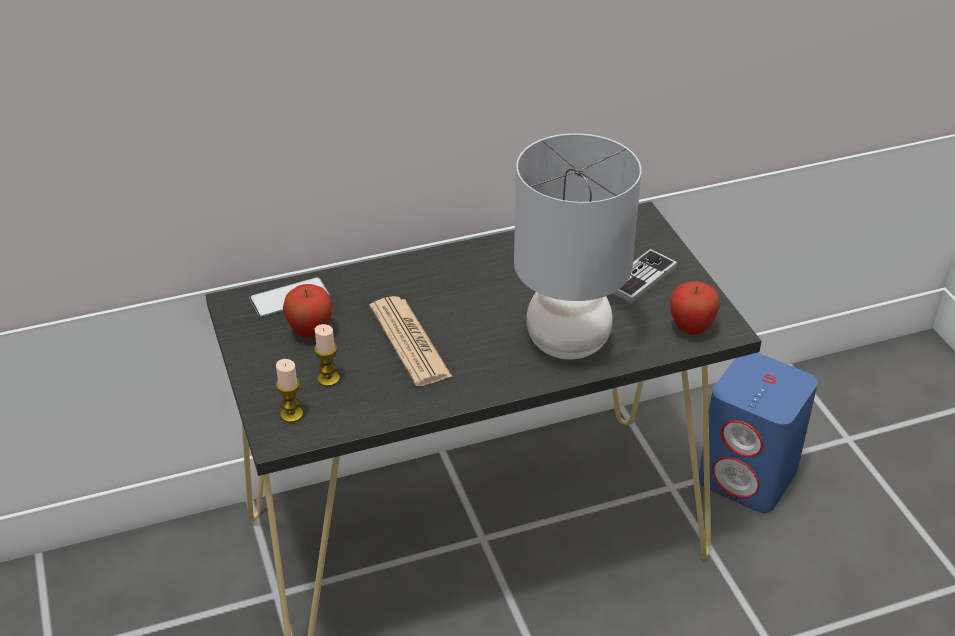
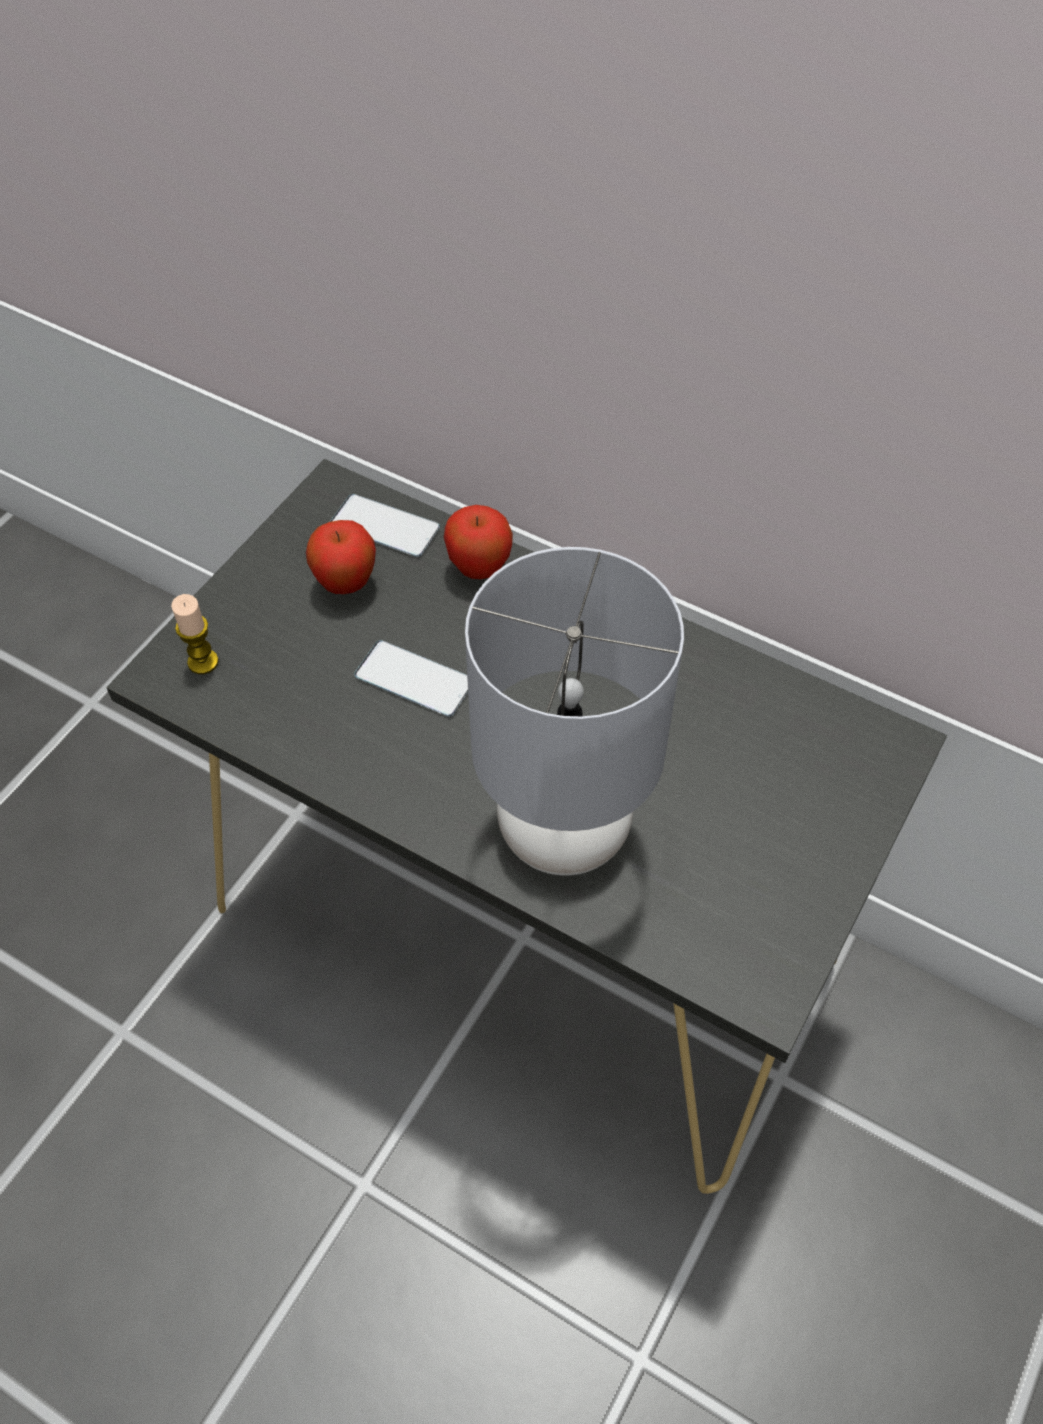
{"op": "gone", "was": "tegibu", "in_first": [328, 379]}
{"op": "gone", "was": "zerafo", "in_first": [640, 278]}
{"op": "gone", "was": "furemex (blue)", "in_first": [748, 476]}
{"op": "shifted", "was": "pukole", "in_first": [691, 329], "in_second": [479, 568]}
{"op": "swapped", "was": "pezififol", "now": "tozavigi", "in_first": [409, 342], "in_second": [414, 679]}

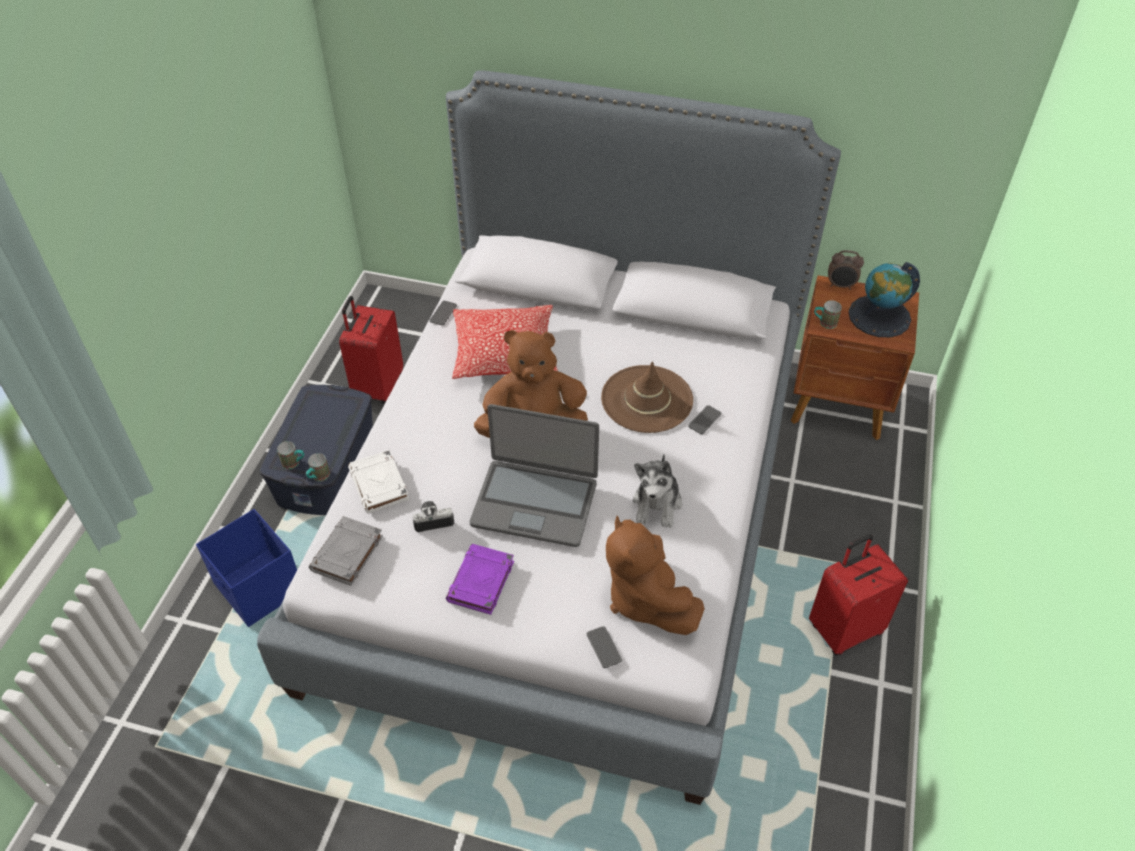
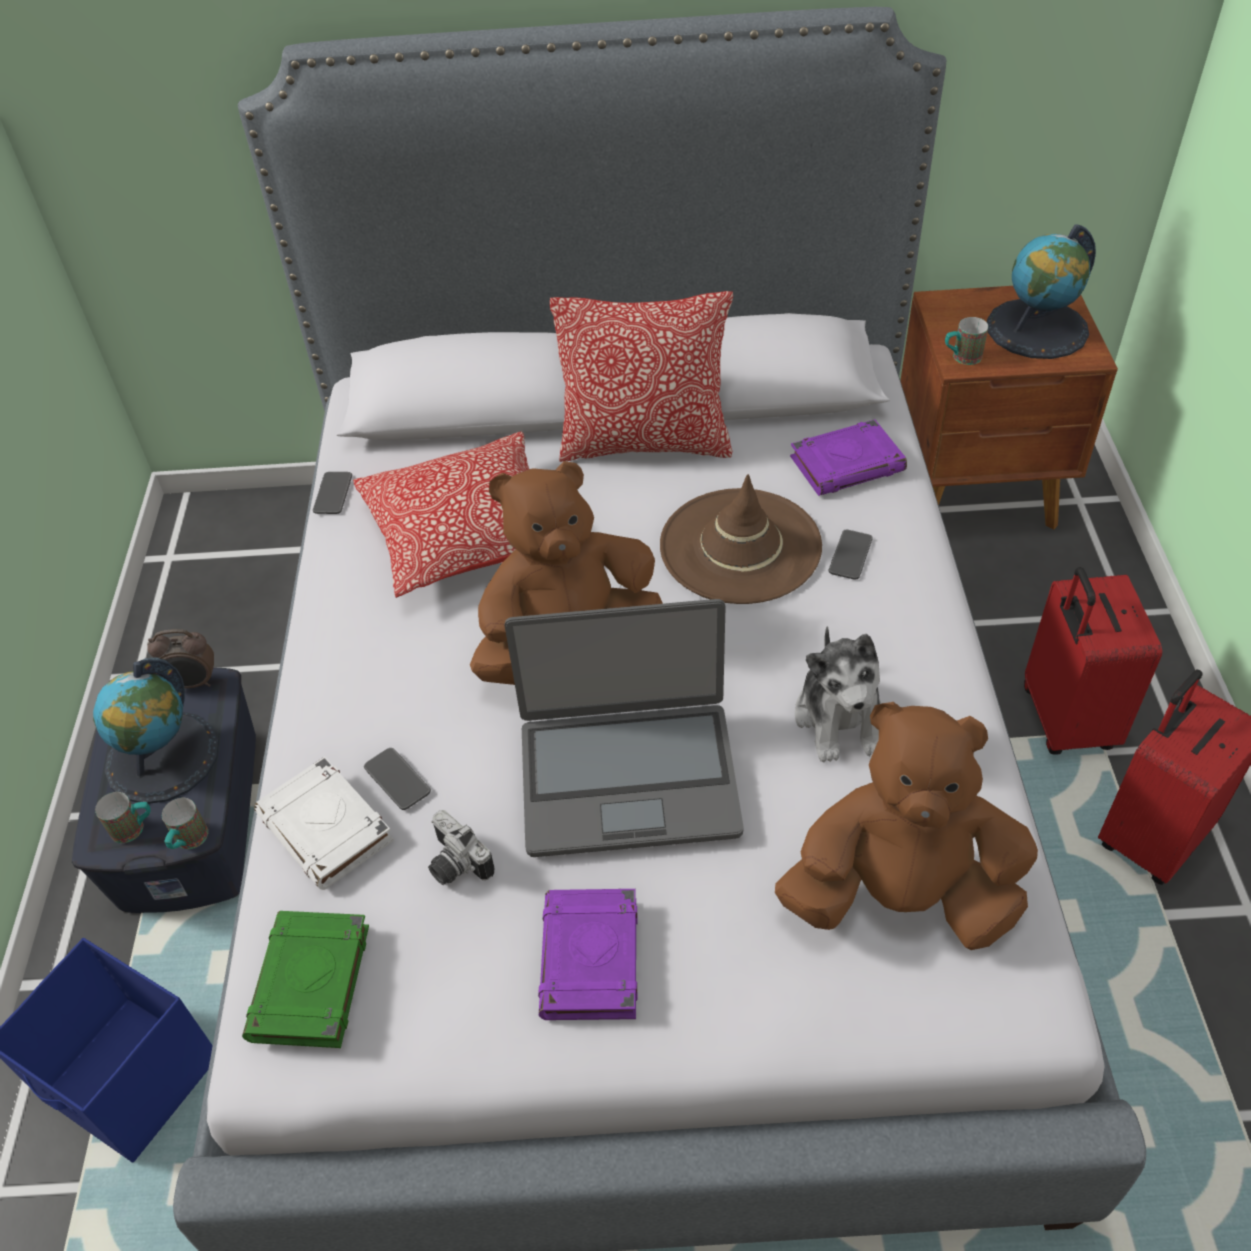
{"op": "new", "now": "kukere", "in_second": [163, 757]}
{"op": "new", "now": "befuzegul", "in_second": [645, 443]}
{"op": "new", "now": "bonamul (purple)", "in_second": [847, 464]}
{"op": "shifted", "was": "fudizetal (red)", "in_first": [377, 386], "in_second": [1064, 720]}
{"op": "shifted", "was": "tozavigi", "in_first": [604, 647], "in_second": [397, 779]}
{"op": "shifted", "was": "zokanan", "in_first": [841, 286], "in_second": [193, 683]}
{"op": "repainted", "was": "bonamul (grey)", "now": "bonamul (green)", "in_first": [347, 554], "in_second": [310, 984]}
{"op": "rotated", "was": "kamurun", "in_first": [433, 519], "in_second": [454, 865], "clockwise": -105}
{"op": "rotated", "was": "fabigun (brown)", "in_first": [645, 598], "in_second": [900, 895], "clockwise": 135}

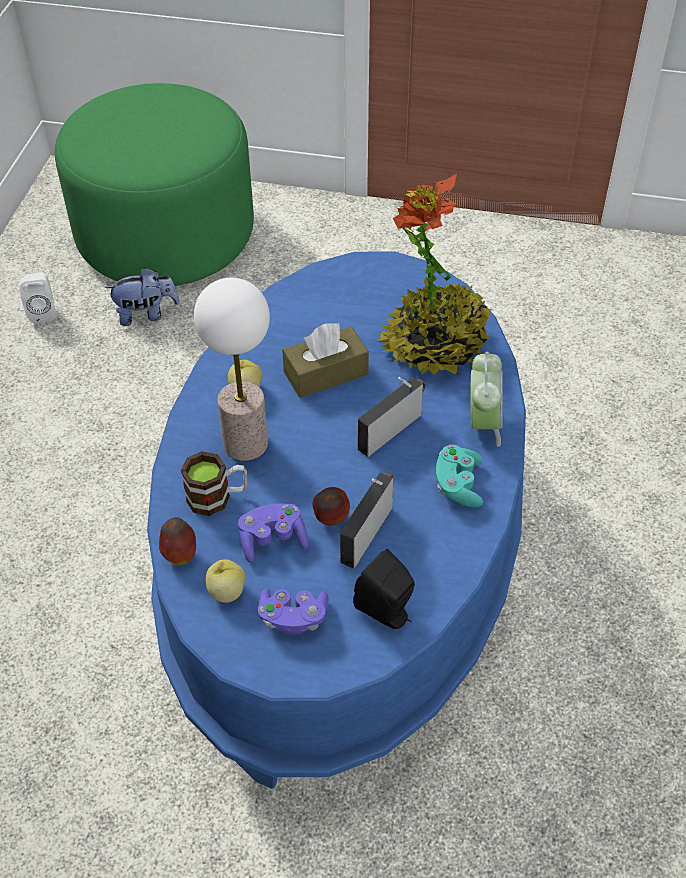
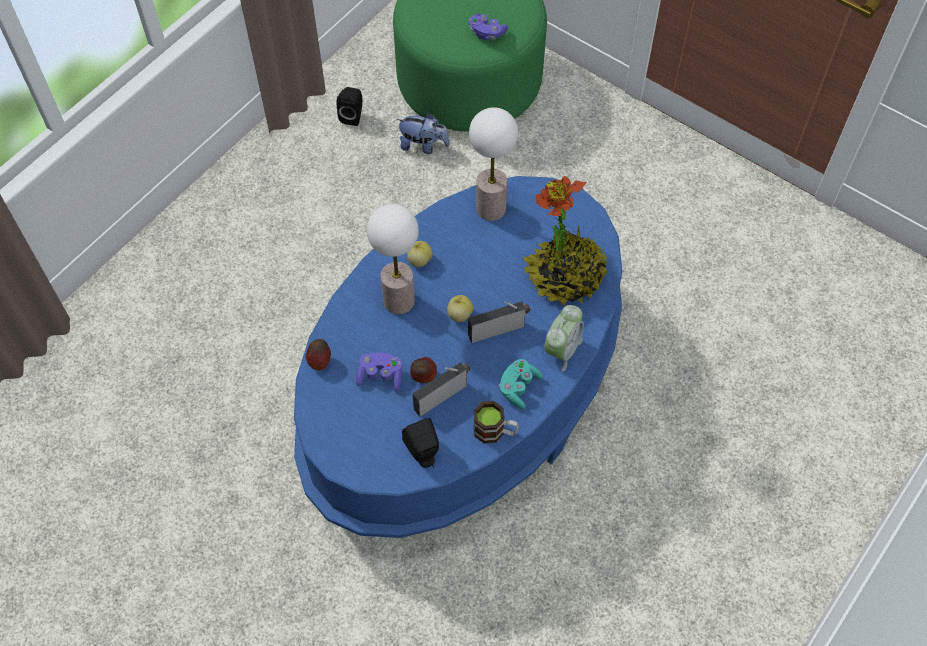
{"op": "gone", "was": "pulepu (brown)", "in_first": [326, 373]}
{"op": "new", "now": "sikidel", "in_second": [491, 208]}
{"op": "shifted", "was": "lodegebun", "in_first": [217, 497], "in_second": [495, 431]}
{"op": "shifted", "was": "pukole", "in_first": [226, 591], "in_second": [459, 315]}
{"op": "shifted", "was": "zerafo (purple)", "in_first": [293, 618], "in_second": [486, 33]}
{"op": "repainted", "was": "furemex (white)", "now": "furemex (black)", "in_first": [43, 311], "in_second": [352, 116]}

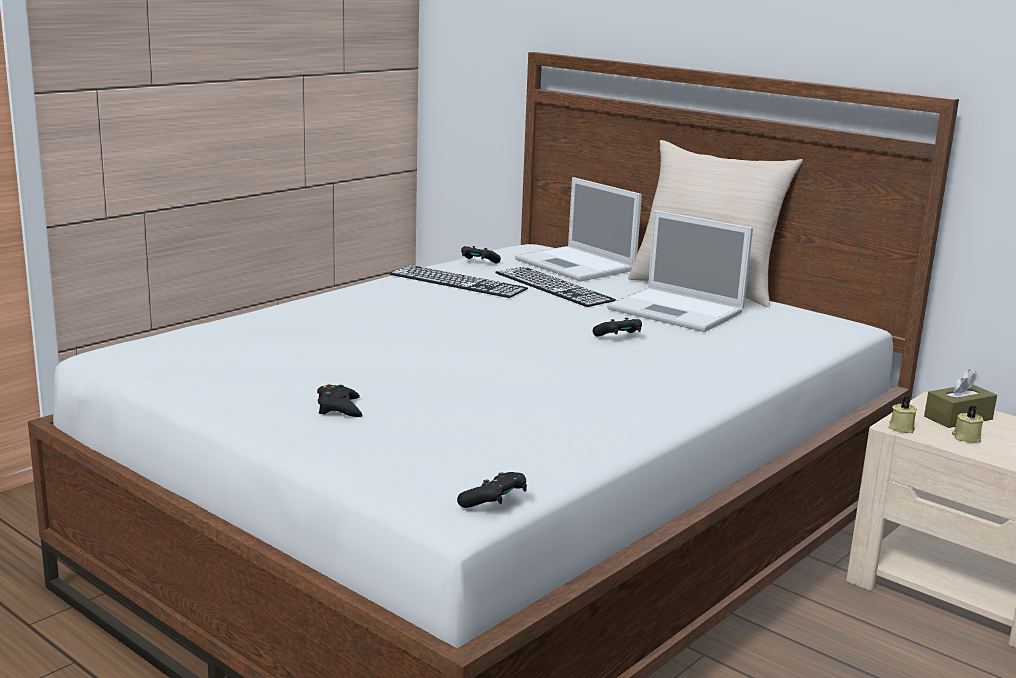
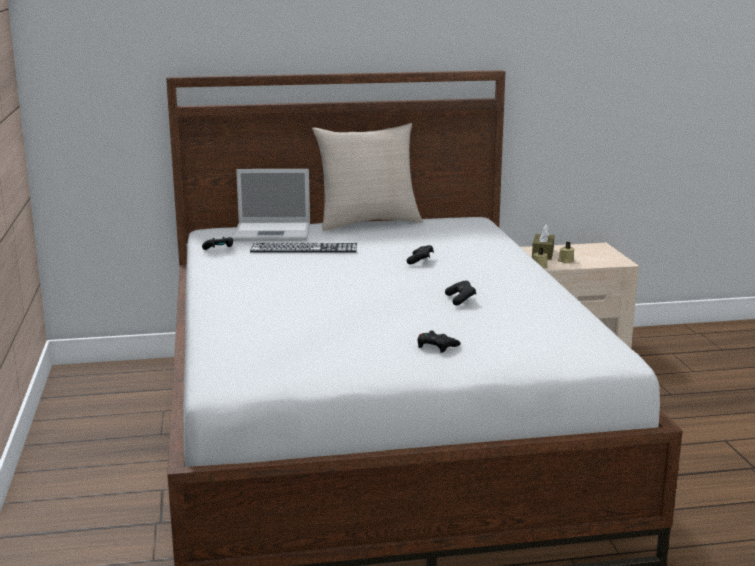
{"op": "gone", "was": "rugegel", "in_first": [458, 282]}
{"op": "gone", "was": "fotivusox", "in_first": [678, 311]}
{"op": "shifted", "was": "zerafo (black)", "in_first": [494, 503], "in_second": [461, 299]}

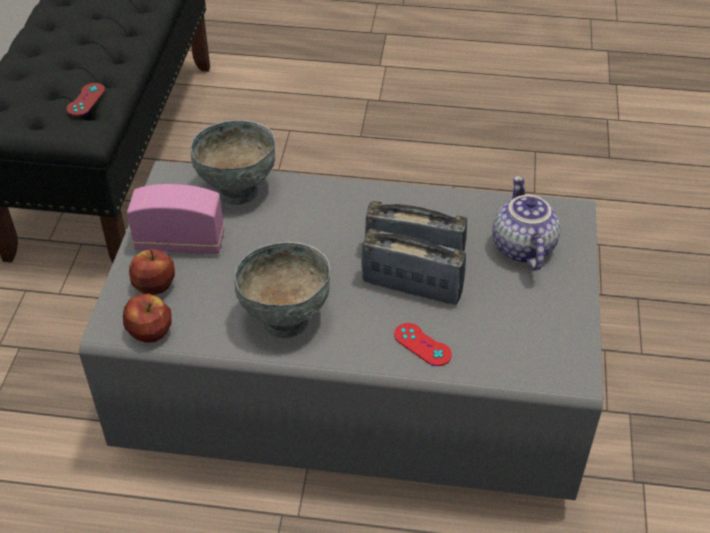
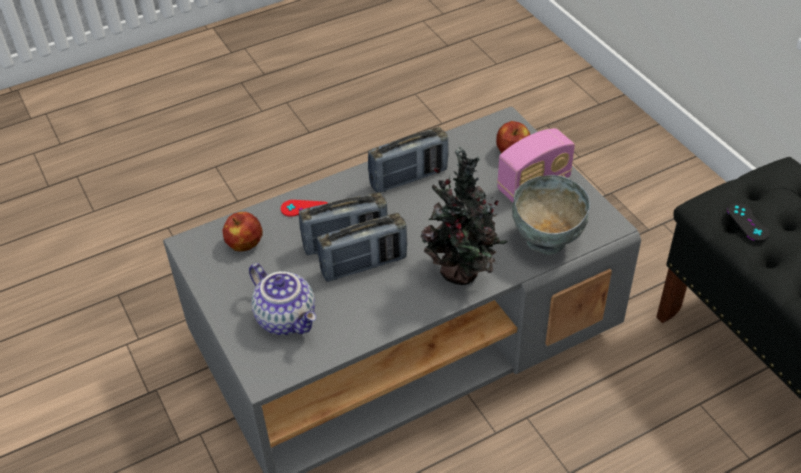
{"op": "new", "now": "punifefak", "in_second": [463, 274]}
{"op": "shifted", "was": "pukole", "in_first": [150, 332], "in_second": [245, 244]}
{"op": "swapped", "was": "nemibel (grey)", "now": "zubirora", "in_first": [285, 319], "in_second": [409, 178]}
{"op": "repainted", "was": "zerafo (red)", "now": "zerafo (black)", "in_first": [86, 99], "in_second": [747, 222]}

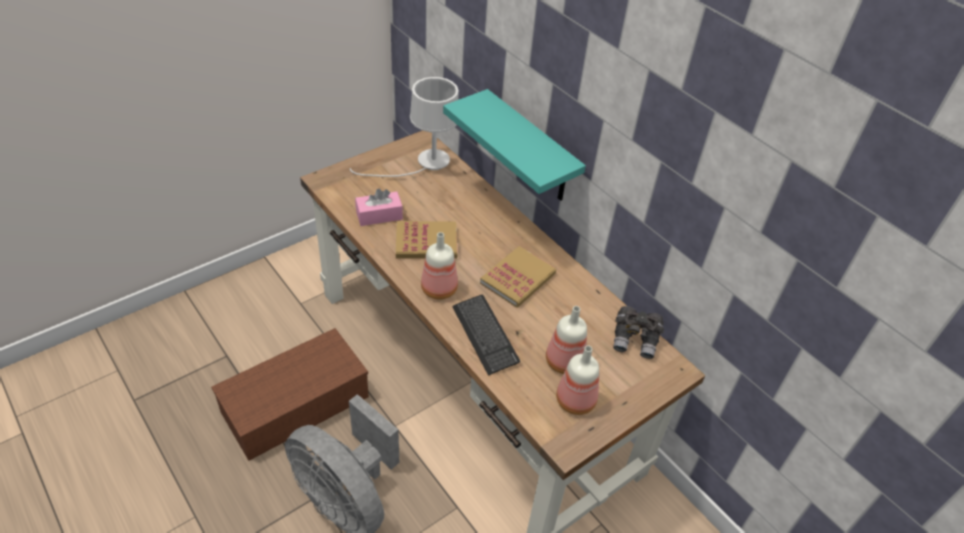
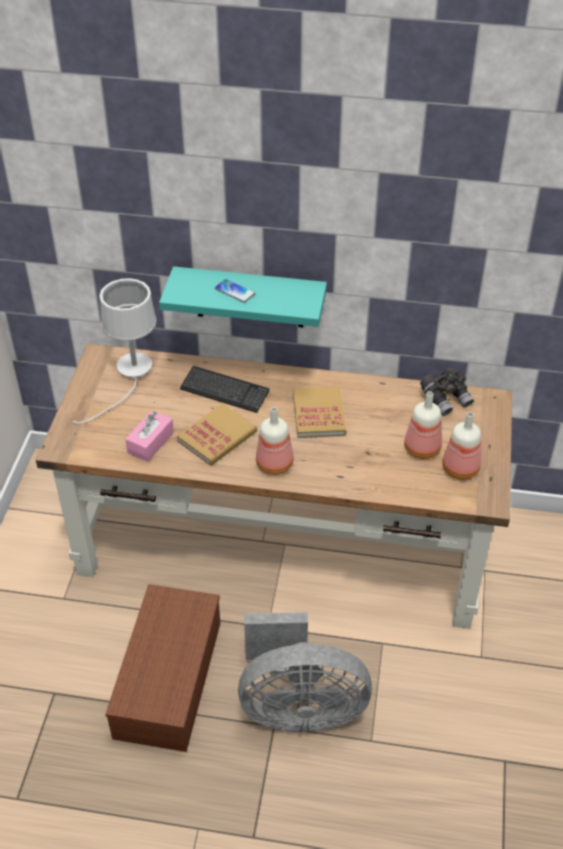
{"op": "new", "now": "tozavigi", "in_second": [235, 291]}
{"op": "shifted", "was": "rugegel", "in_first": [485, 335], "in_second": [224, 391]}

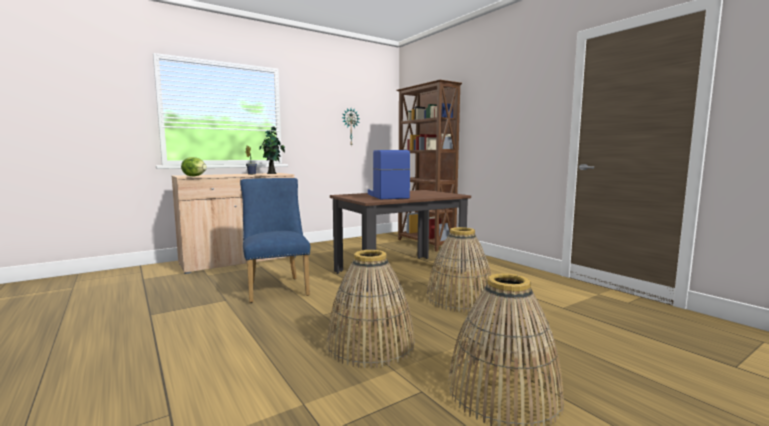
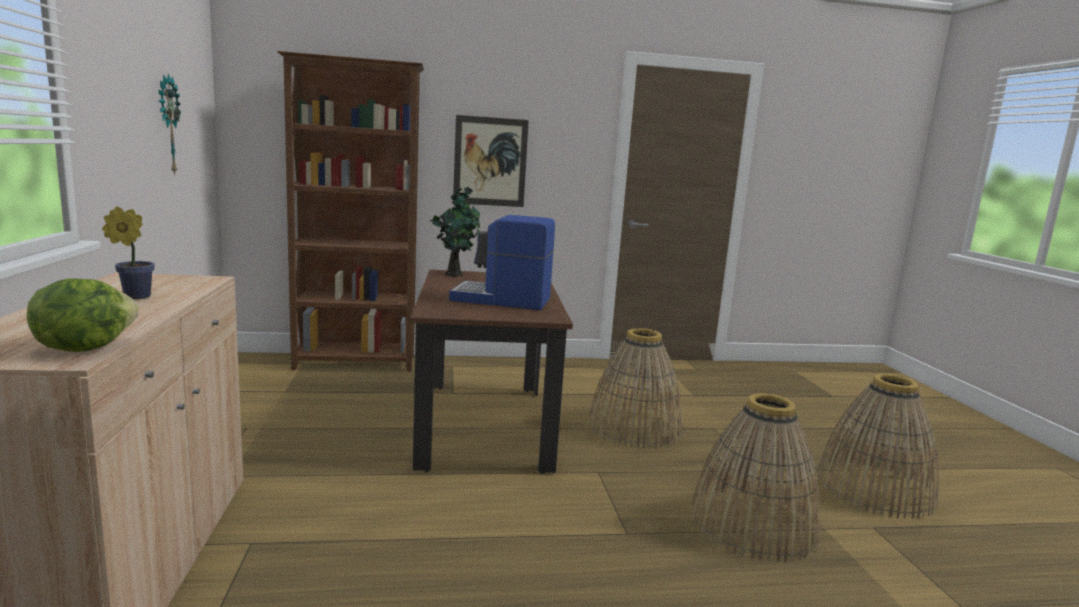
{"op": "gone", "was": "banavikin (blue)", "in_first": [276, 287]}
{"op": "new", "now": "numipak", "in_second": [490, 161]}
{"op": "shifted", "was": "punifefak", "in_first": [272, 173], "in_second": [455, 274]}

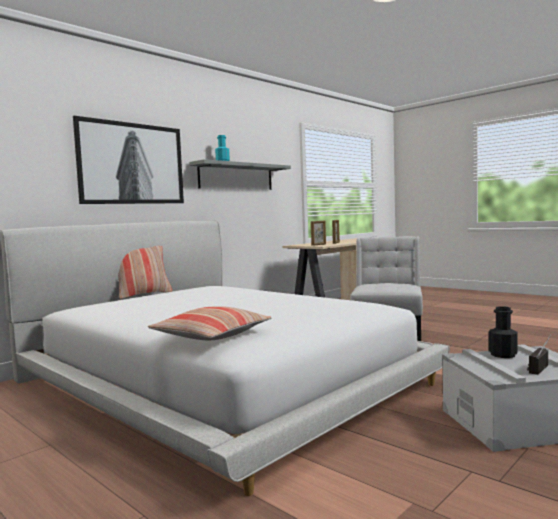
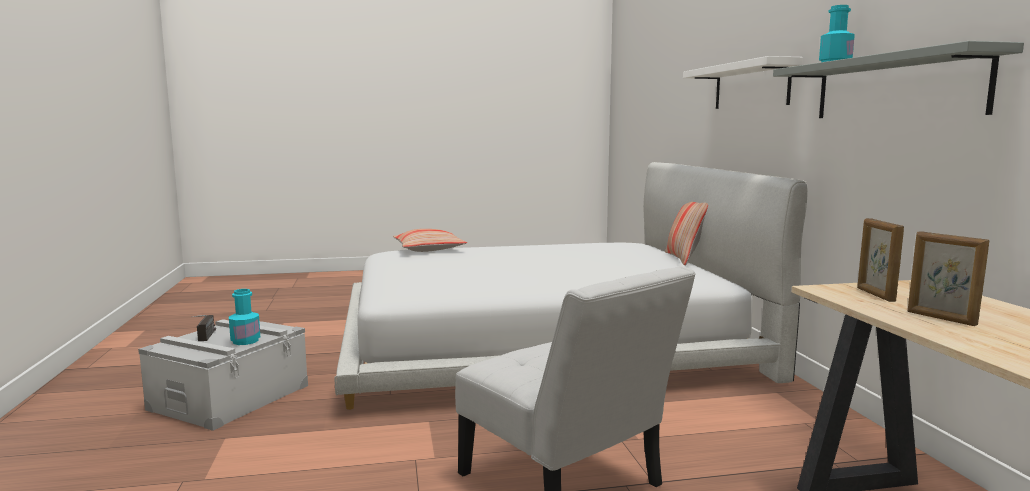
{"op": "swapped", "was": "numipak", "now": "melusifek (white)", "in_first": [131, 163], "in_second": [751, 86]}
{"op": "repainted", "was": "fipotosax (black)", "now": "fipotosax (turquoise)", "in_first": [503, 355], "in_second": [245, 341]}

